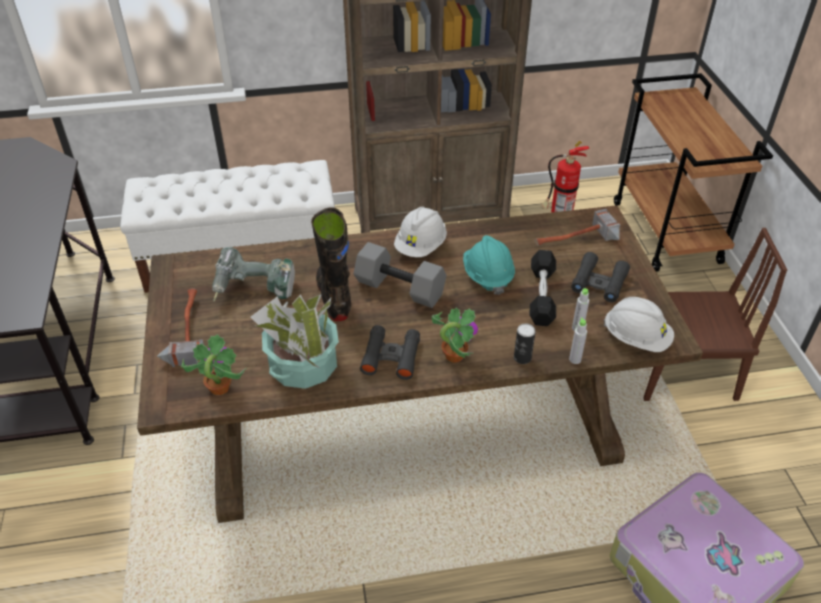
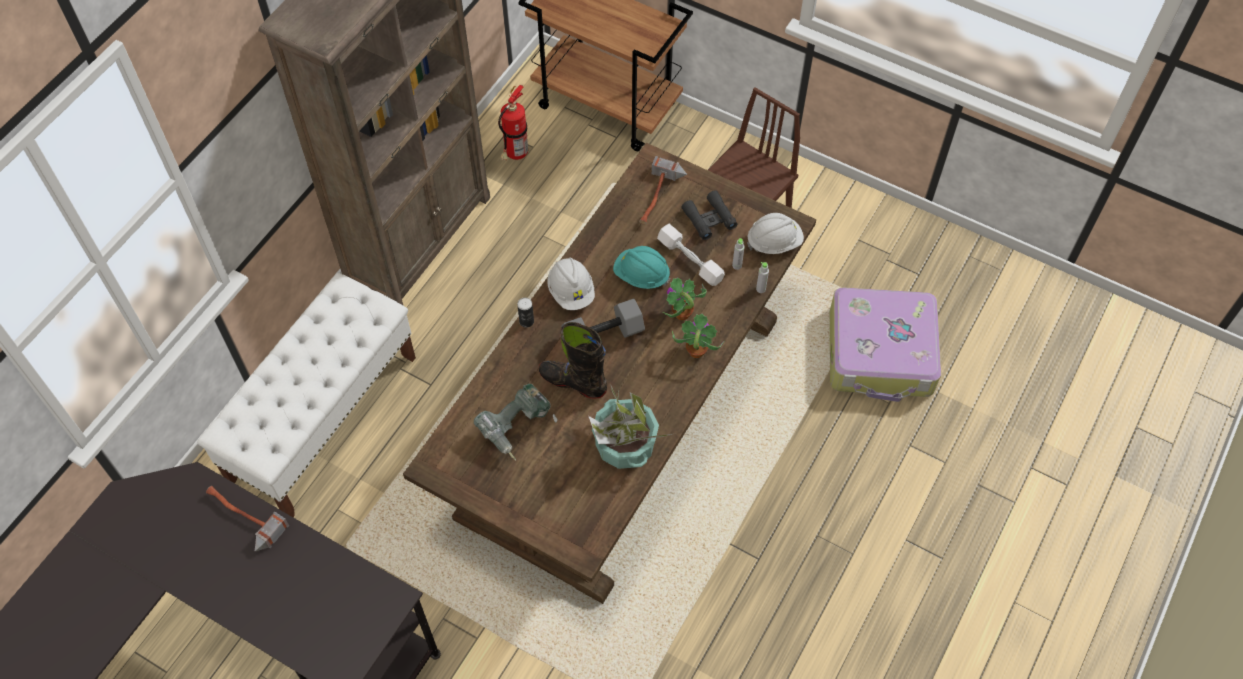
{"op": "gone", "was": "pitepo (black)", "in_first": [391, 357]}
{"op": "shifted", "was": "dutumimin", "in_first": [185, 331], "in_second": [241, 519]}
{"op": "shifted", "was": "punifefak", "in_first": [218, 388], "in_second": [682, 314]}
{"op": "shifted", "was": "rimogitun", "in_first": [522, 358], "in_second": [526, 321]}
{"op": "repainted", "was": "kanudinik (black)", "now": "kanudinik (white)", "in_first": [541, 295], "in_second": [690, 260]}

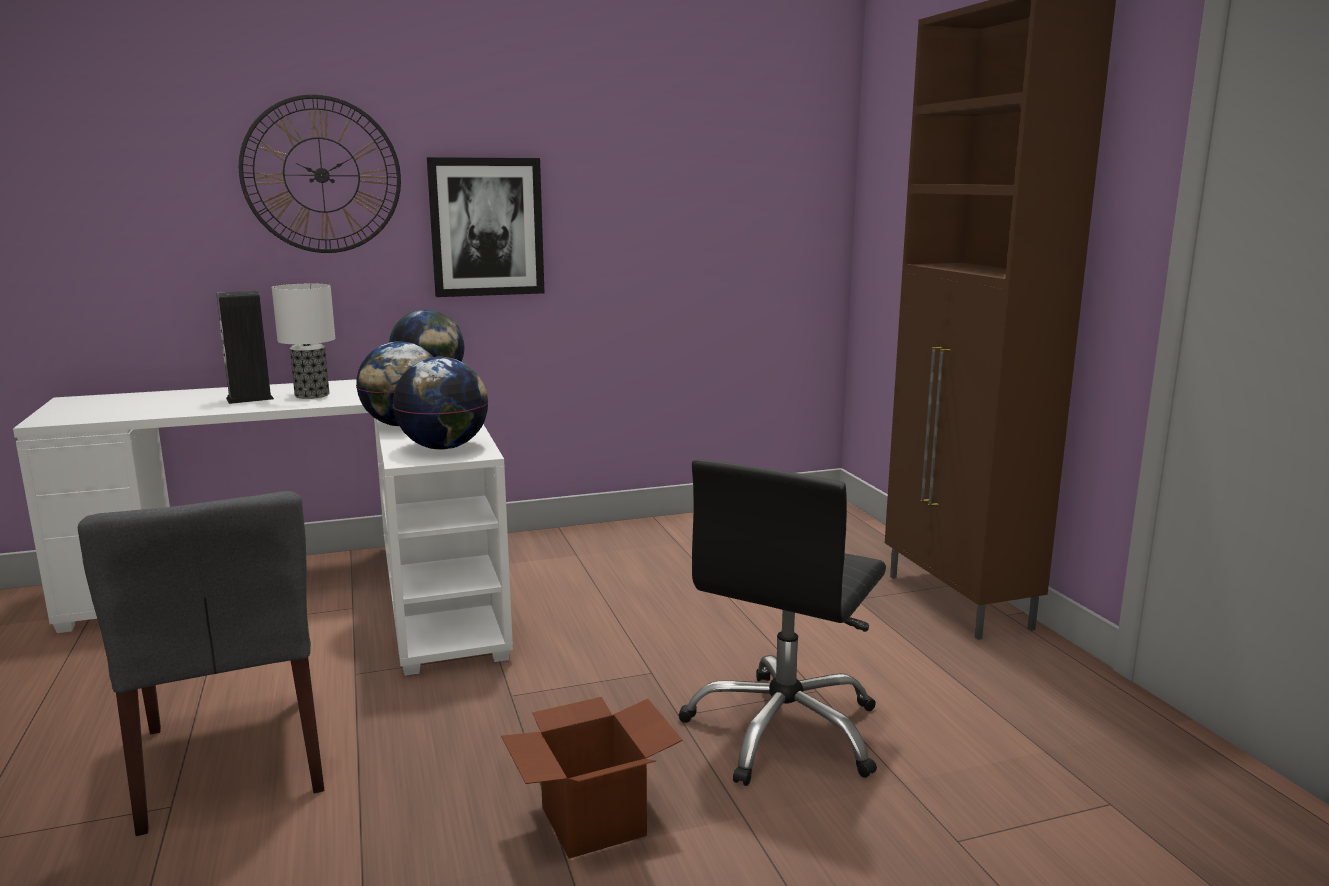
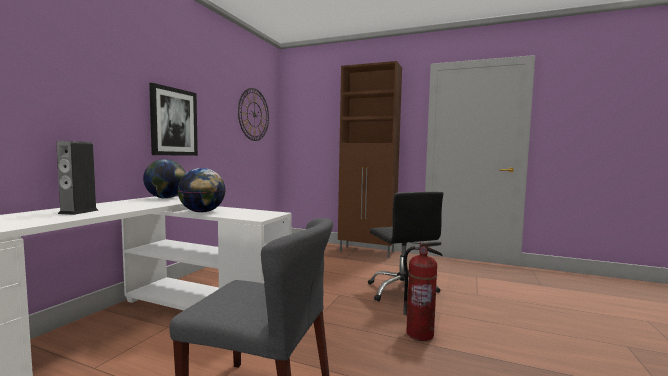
{"op": "gone", "was": "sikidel", "in_first": [311, 395]}
{"op": "gone", "was": "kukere", "in_first": [444, 447]}
{"op": "shifted", "was": "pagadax", "in_first": [321, 175], "in_second": [254, 114]}
{"op": "swapped", "was": "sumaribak", "now": "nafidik", "in_first": [594, 821], "in_second": [419, 334]}

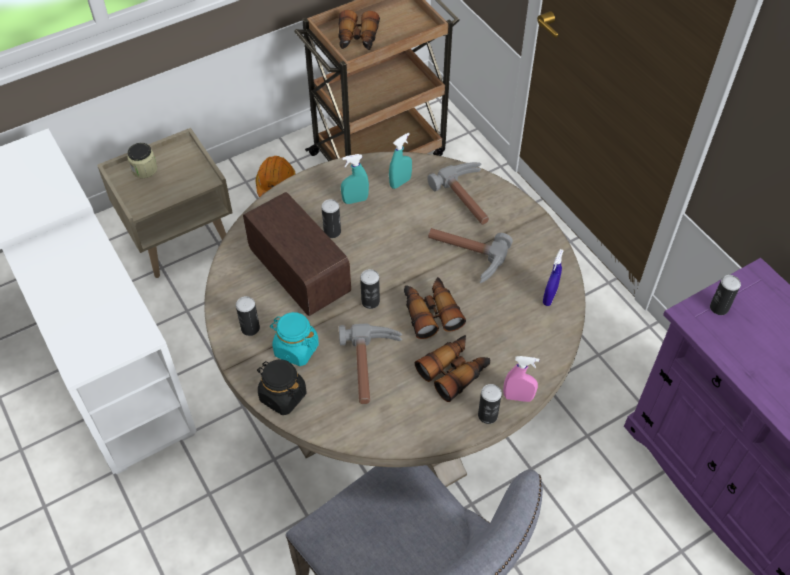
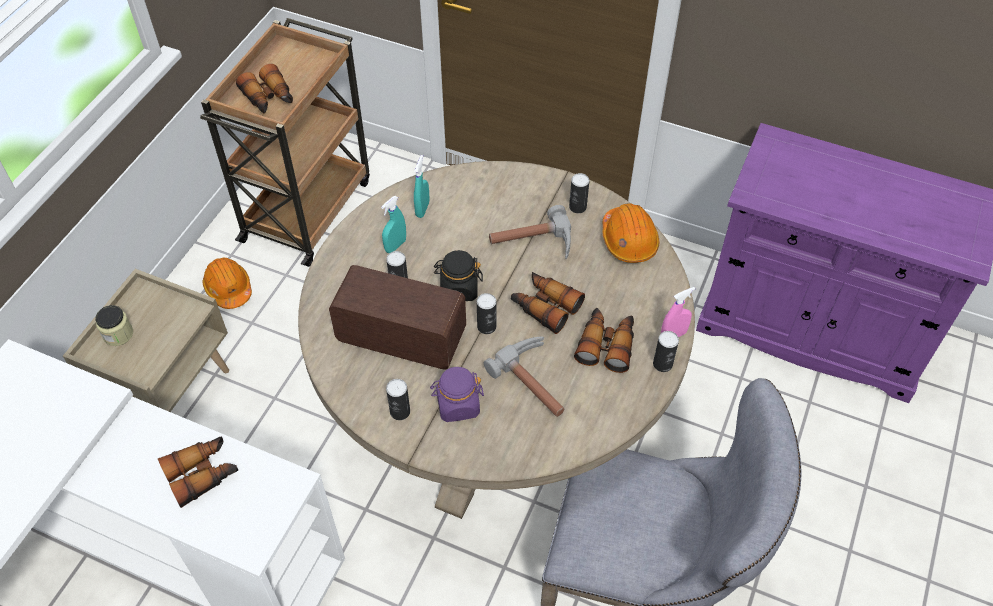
{"op": "gone", "was": "dutumimin", "in_first": [470, 198]}
{"op": "new", "now": "pitepo", "in_second": [202, 474]}
{"op": "shifted", "was": "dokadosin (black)", "in_first": [282, 396], "in_second": [459, 288]}
{"op": "shifted", "was": "rimogitun", "in_first": [719, 307], "in_second": [577, 207]}
{"op": "swapped", "was": "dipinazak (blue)", "now": "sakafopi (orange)", "in_first": [549, 297], "in_second": [628, 240]}
{"op": "repainted", "was": "dokadosin (turquoise)", "now": "dokadosin (purple)", "in_first": [296, 349], "in_second": [457, 405]}

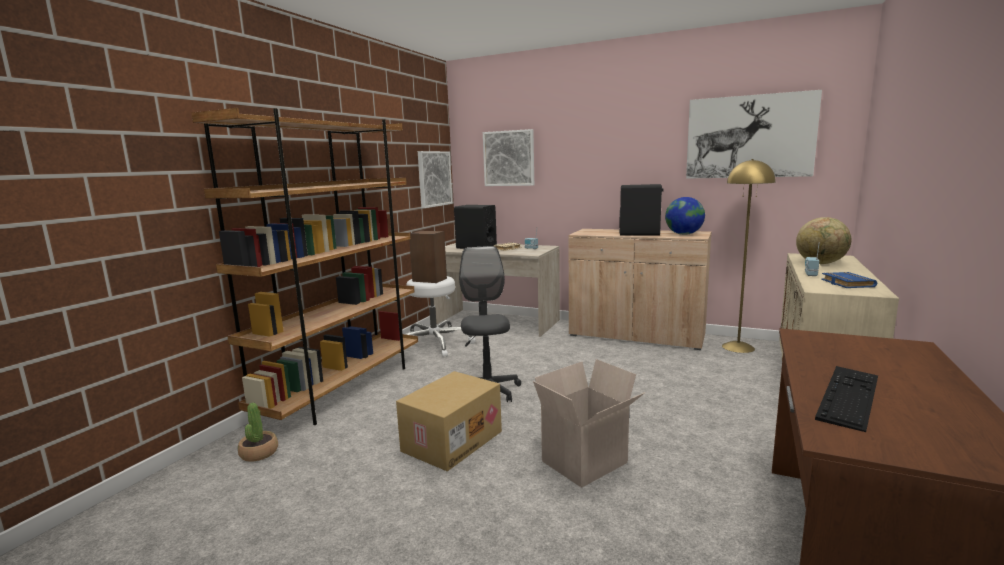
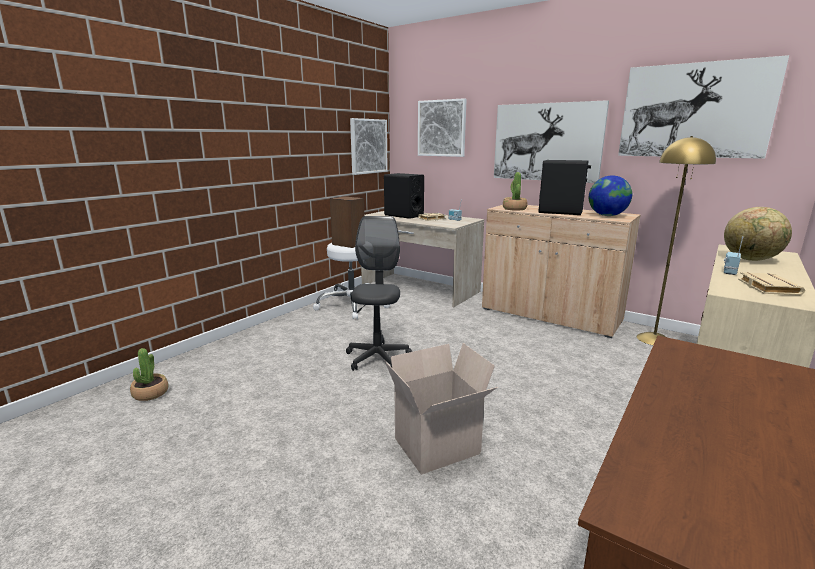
{"op": "gone", "was": "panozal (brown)", "in_first": [344, 389]}
{"op": "gone", "was": "sumaribak", "in_first": [451, 440]}
{"op": "gone", "was": "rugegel", "in_first": [849, 396]}
{"op": "new", "now": "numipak", "in_second": [547, 142]}
{"op": "new", "now": "punifefak", "in_second": [514, 209]}
{"op": "repainted", "was": "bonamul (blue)", "now": "bonamul (beige)", "in_first": [845, 283], "in_second": [766, 287]}

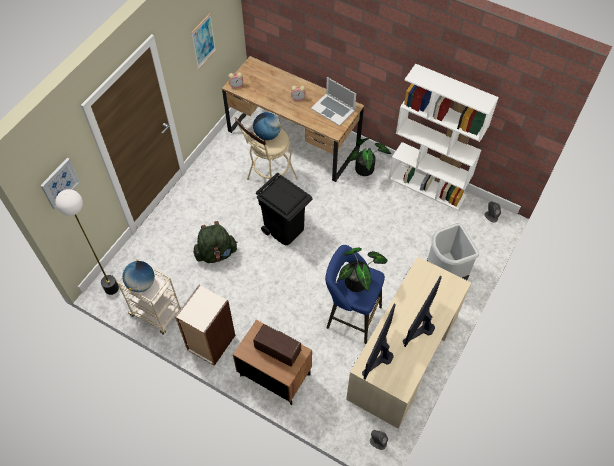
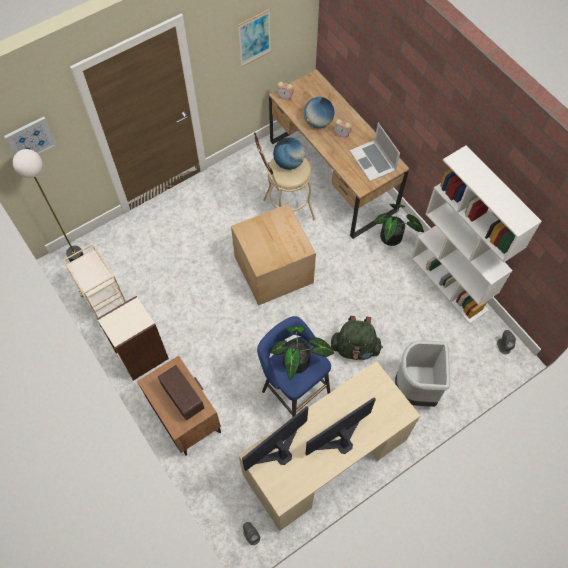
{"op": "shifted", "was": "kukere", "in_first": [141, 284], "in_second": [318, 122]}
{"op": "shifted", "was": "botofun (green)", "in_first": [216, 253], "in_second": [355, 348]}
{"op": "swapped", "was": "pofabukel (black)", "now": "sumaribak", "in_first": [285, 229], "in_second": [274, 268]}

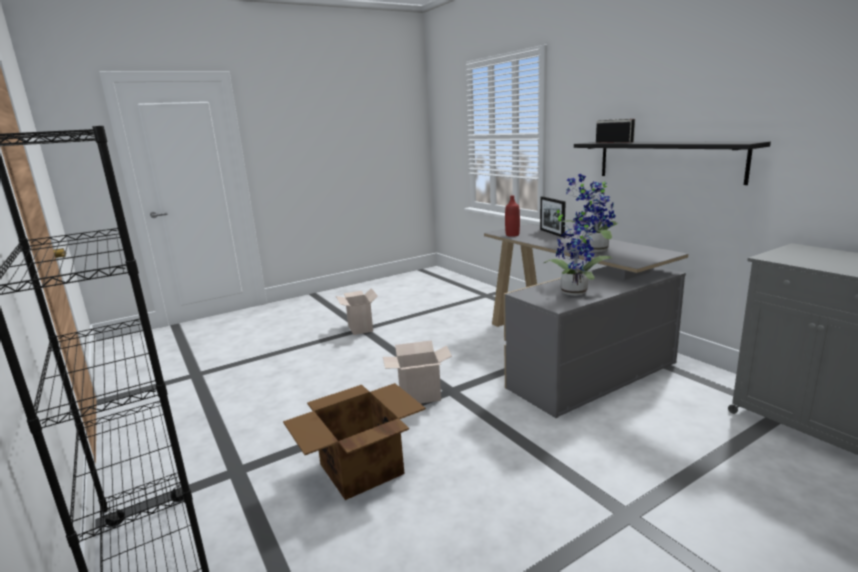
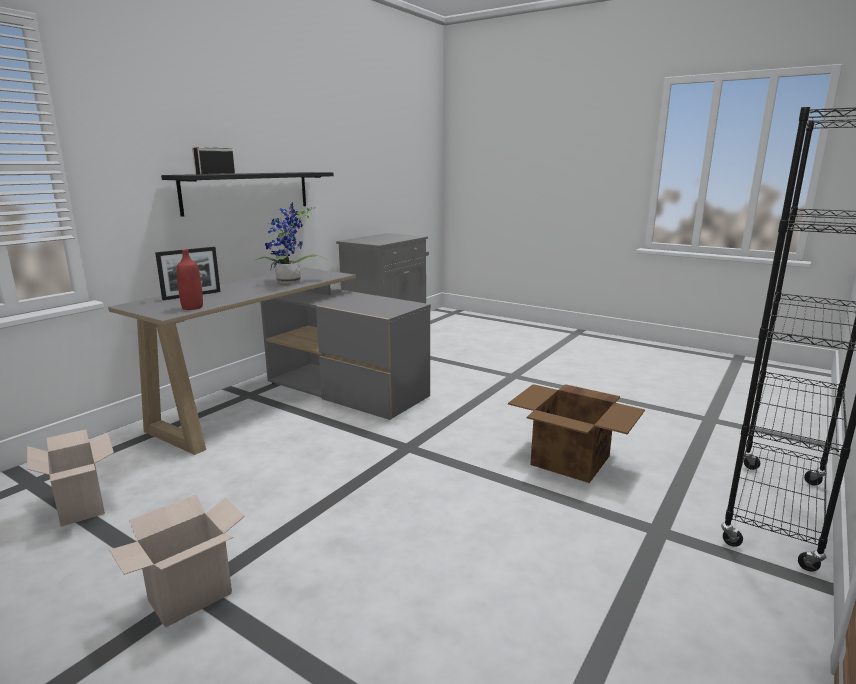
{"op": "gone", "was": "punifefak", "in_first": [576, 291]}
{"op": "shifted", "was": "sumaribak", "in_first": [418, 397], "in_second": [83, 507]}

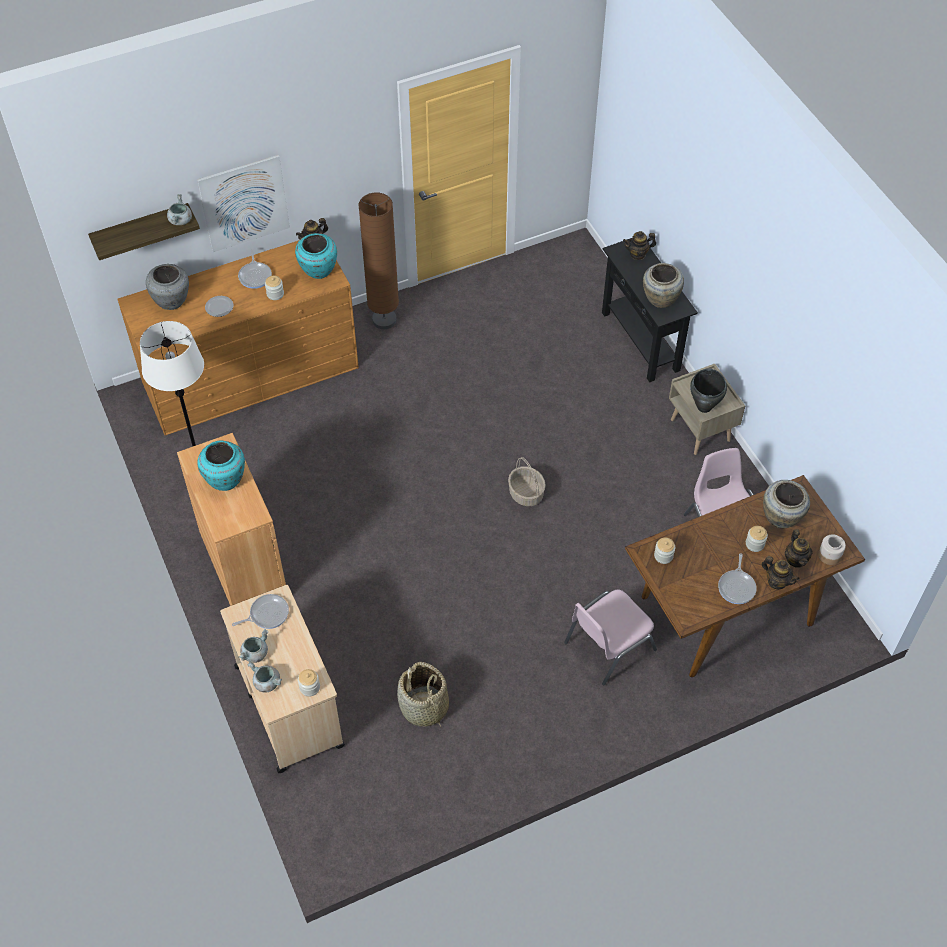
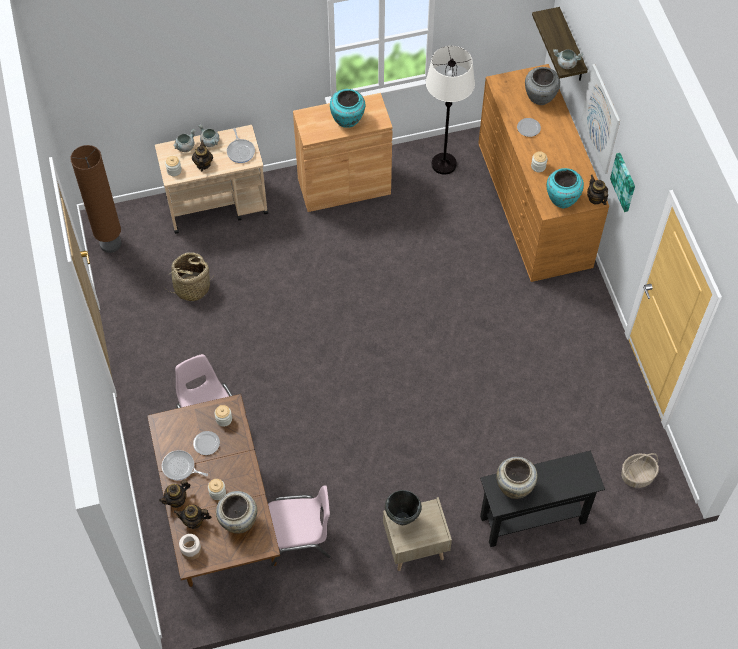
{"op": "gone", "was": "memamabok", "in_first": [255, 275]}
{"op": "new", "now": "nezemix", "in_second": [206, 443]}
{"op": "new", "now": "numipak", "in_second": [624, 182]}
{"op": "shifted", "was": "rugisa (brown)", "in_first": [384, 320], "in_second": [110, 243]}
{"op": "shifted", "was": "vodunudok", "in_first": [526, 494], "in_second": [637, 476]}
{"op": "shifted", "was": "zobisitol", "in_first": [637, 254], "in_second": [203, 164]}

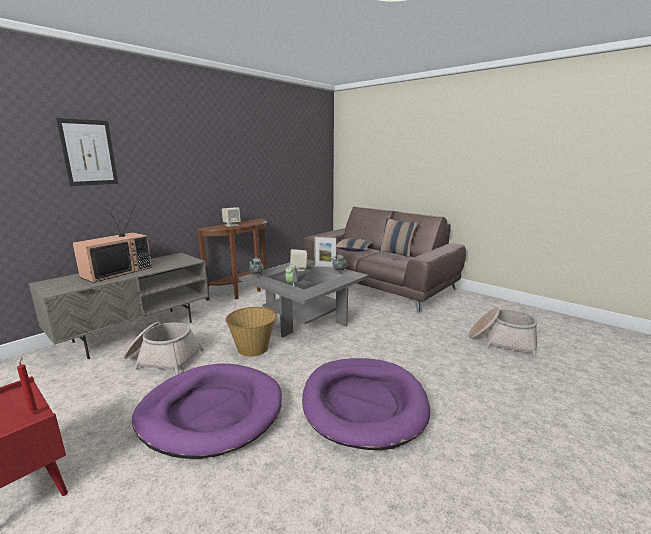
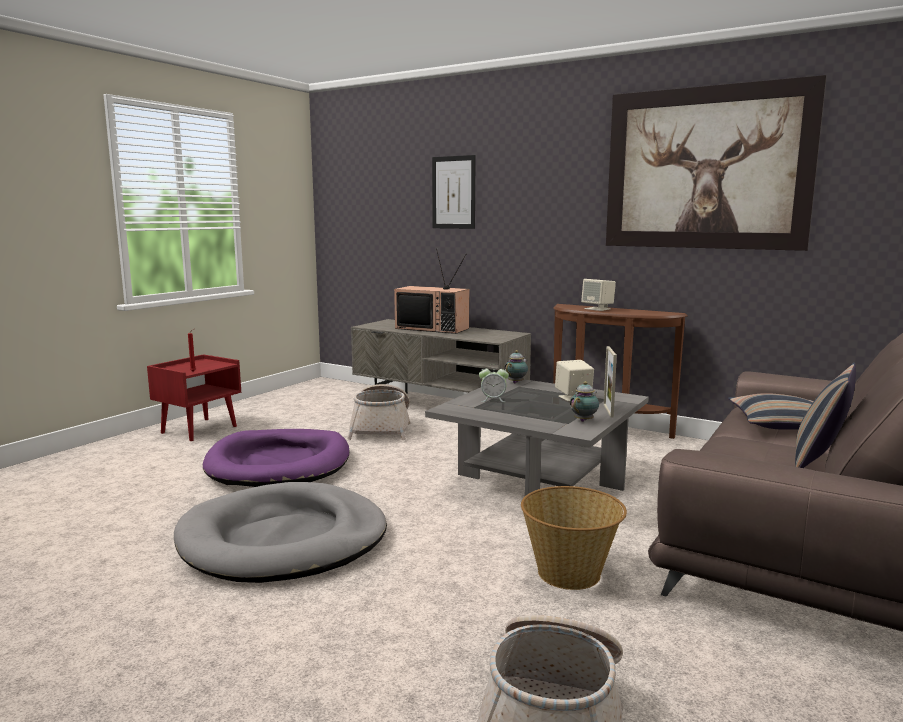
{"op": "new", "now": "numipak", "in_second": [706, 169]}
{"op": "shifted", "was": "vodunudok", "in_first": [253, 348], "in_second": [570, 573]}
{"op": "repainted", "was": "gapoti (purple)", "now": "gapoti (grey)", "in_first": [363, 403], "in_second": [284, 540]}

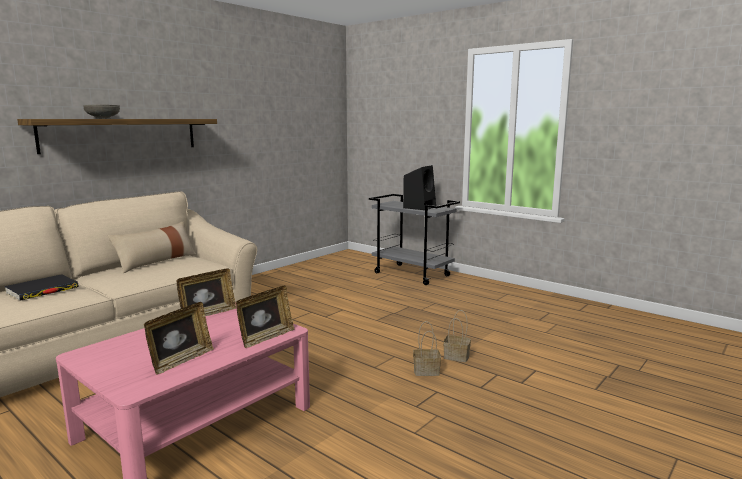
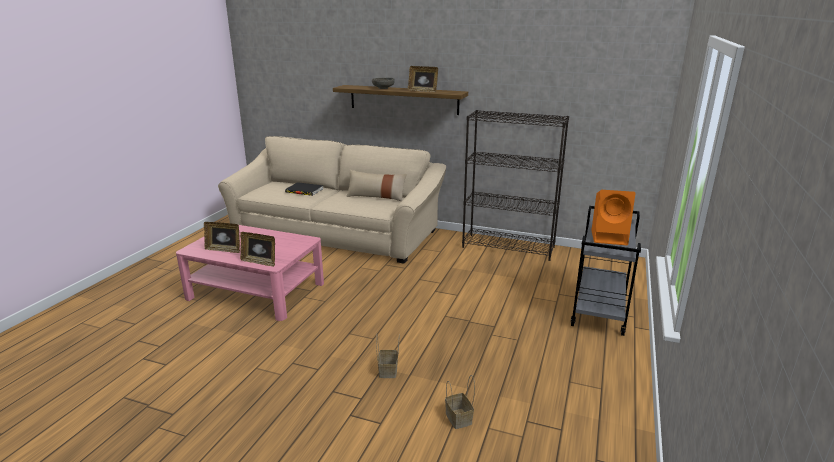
{"op": "new", "now": "panozal (black)", "in_second": [509, 247]}
{"op": "shifted", "was": "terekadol", "in_first": [208, 314], "in_second": [423, 91]}
{"op": "shifted", "was": "vodunudok", "in_first": [427, 371], "in_second": [459, 419]}
{"op": "repainted", "was": "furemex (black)", "now": "furemex (orange)", "in_first": [420, 207], "in_second": [610, 237]}

